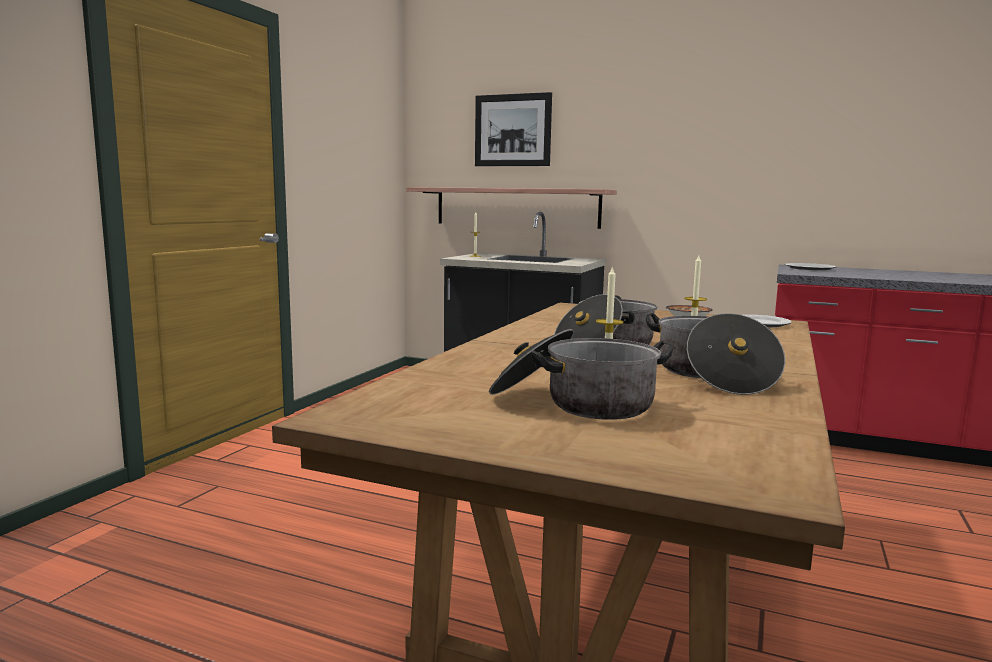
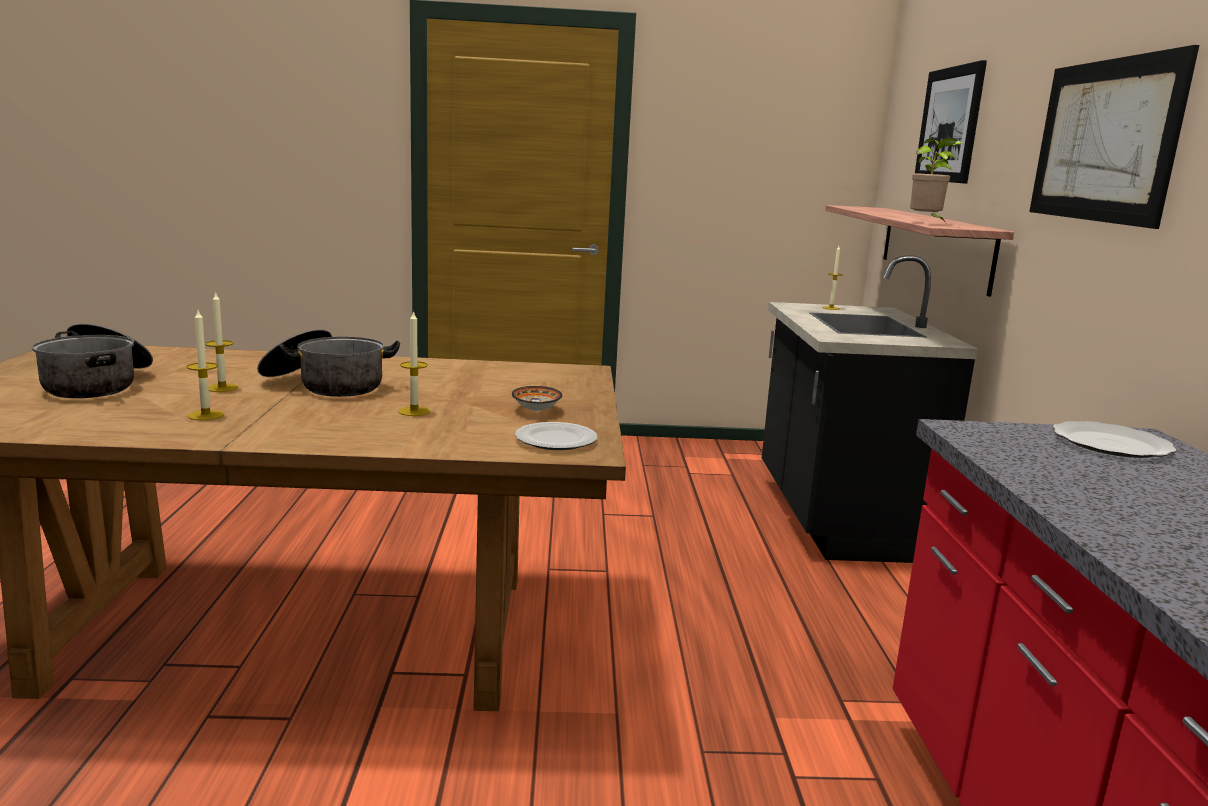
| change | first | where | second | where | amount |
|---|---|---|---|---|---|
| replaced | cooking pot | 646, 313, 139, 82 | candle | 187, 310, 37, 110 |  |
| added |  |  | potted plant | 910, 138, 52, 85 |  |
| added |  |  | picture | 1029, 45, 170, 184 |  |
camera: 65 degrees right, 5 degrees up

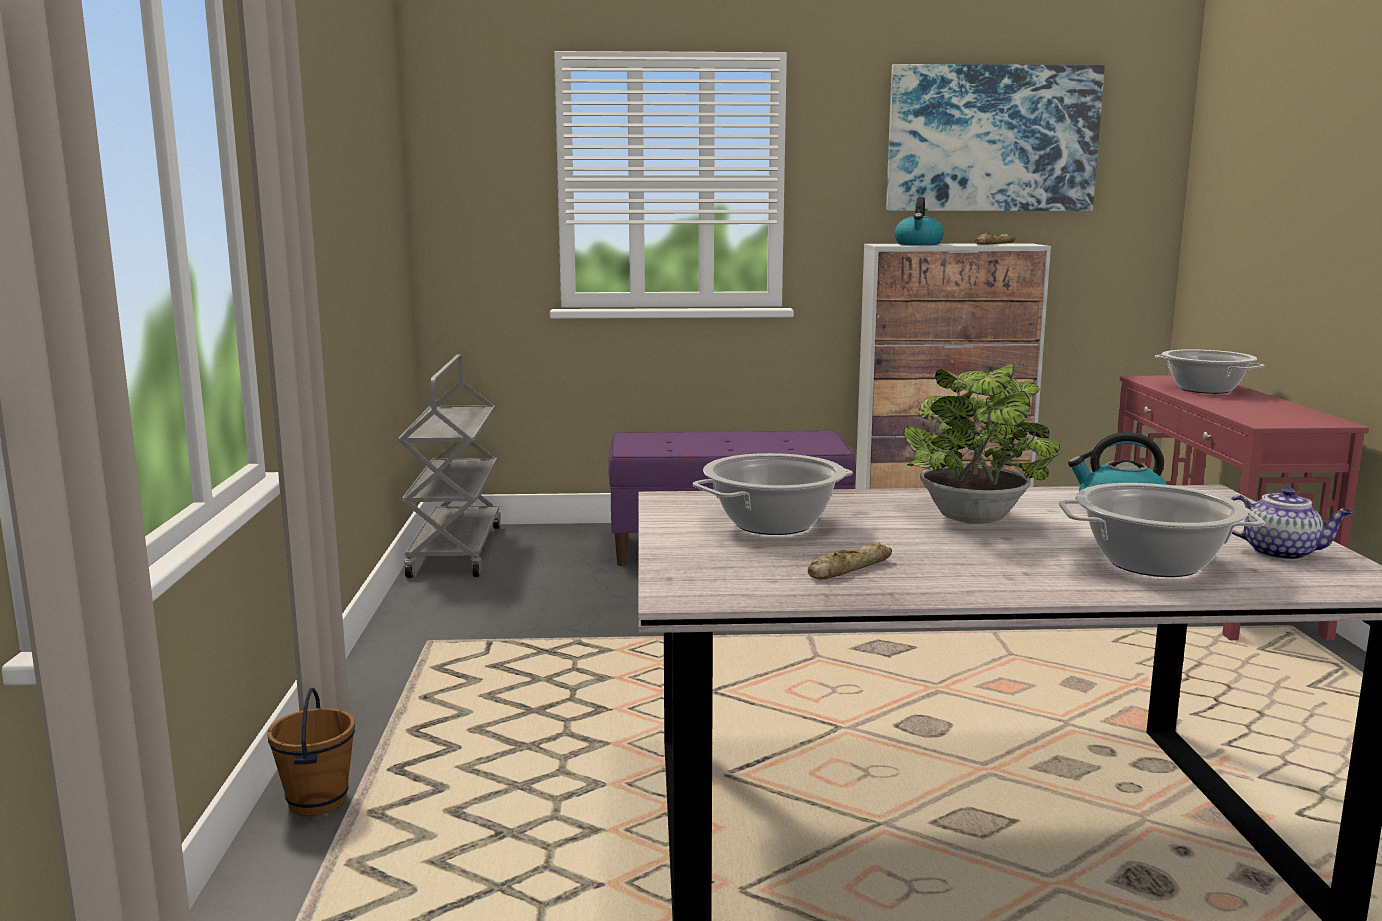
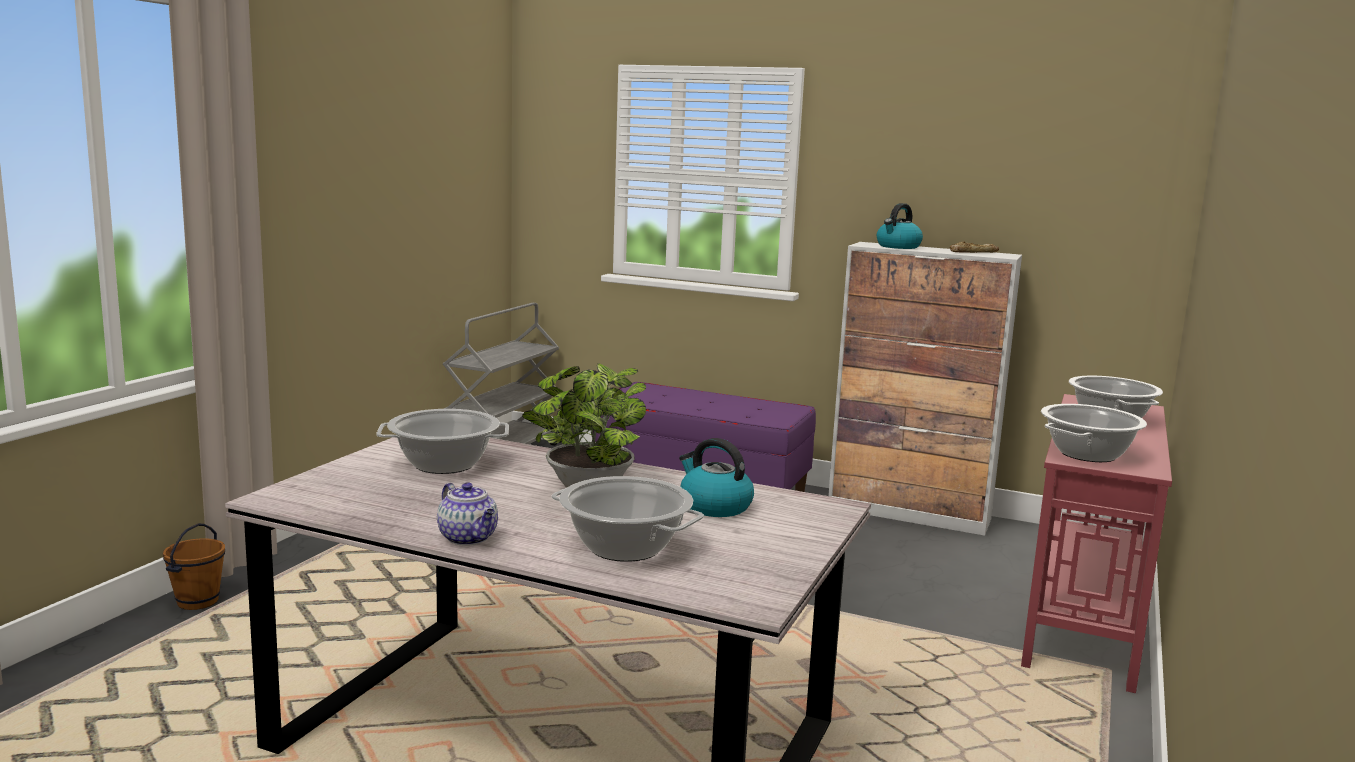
| change | first | where | second | where | amount |
|---|---|---|---|---|---|
| removed | bread | 808, 543, 84, 36 |  |  |  |
| removed | picture | 886, 64, 219, 147 |  |  |  |
| moved | teapot | 1230, 487, 122, 73 |  | 437, 482, 61, 64 |  |
| added |  |  | cooking pot | 1041, 404, 106, 58 |  |
camera: 25 degrees right, 0 degrees up

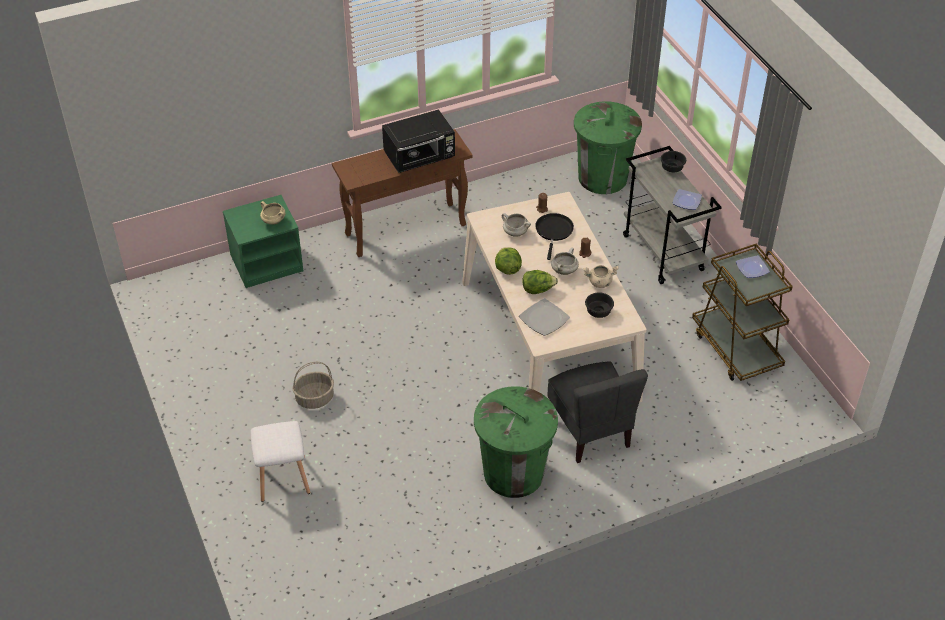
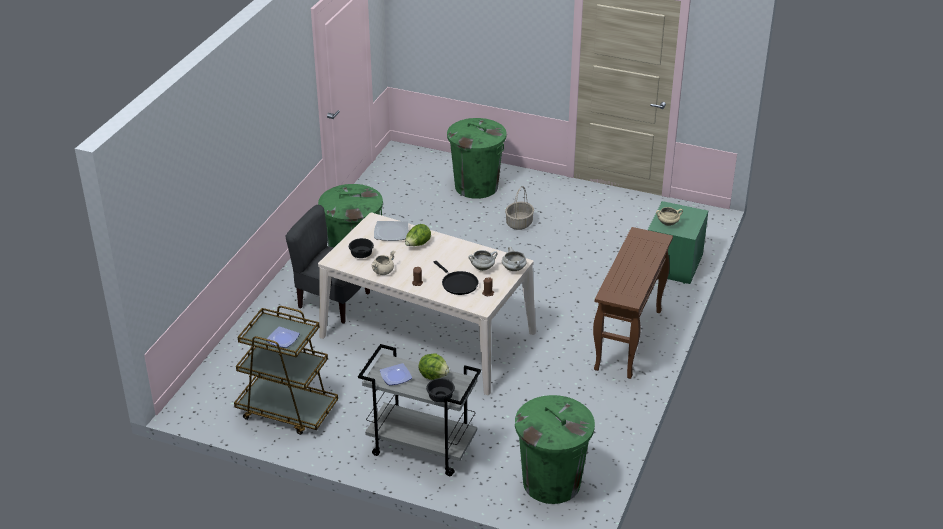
| change | first | where | second | where | amount |
|---|---|---|---|---|---|
| replaced | stool in white | 251, 421, 59, 81 | trash can in green | 447, 118, 60, 81 |  |
| removed | microwave in black | 382, 109, 73, 64 |  |  |  |
| moved | lettuce | 495, 247, 27, 28 |  | 418, 353, 31, 27 |  |
| moved | cooking pot in white | 551, 248, 28, 27 |  | 502, 247, 25, 24 |  |
camera: 135 degrees right, 10 degrees down

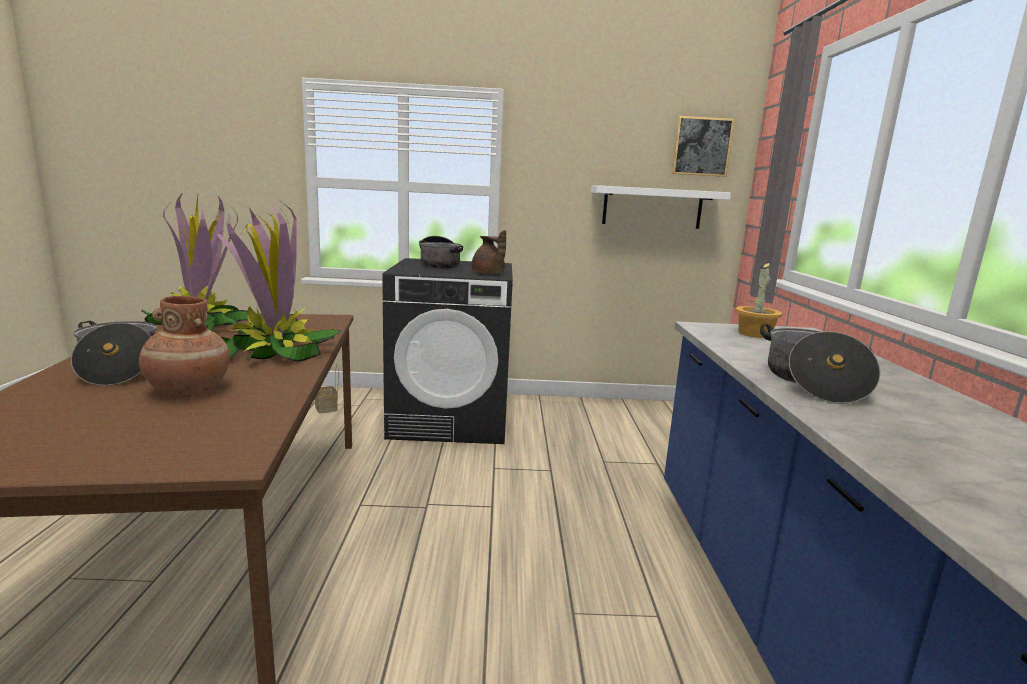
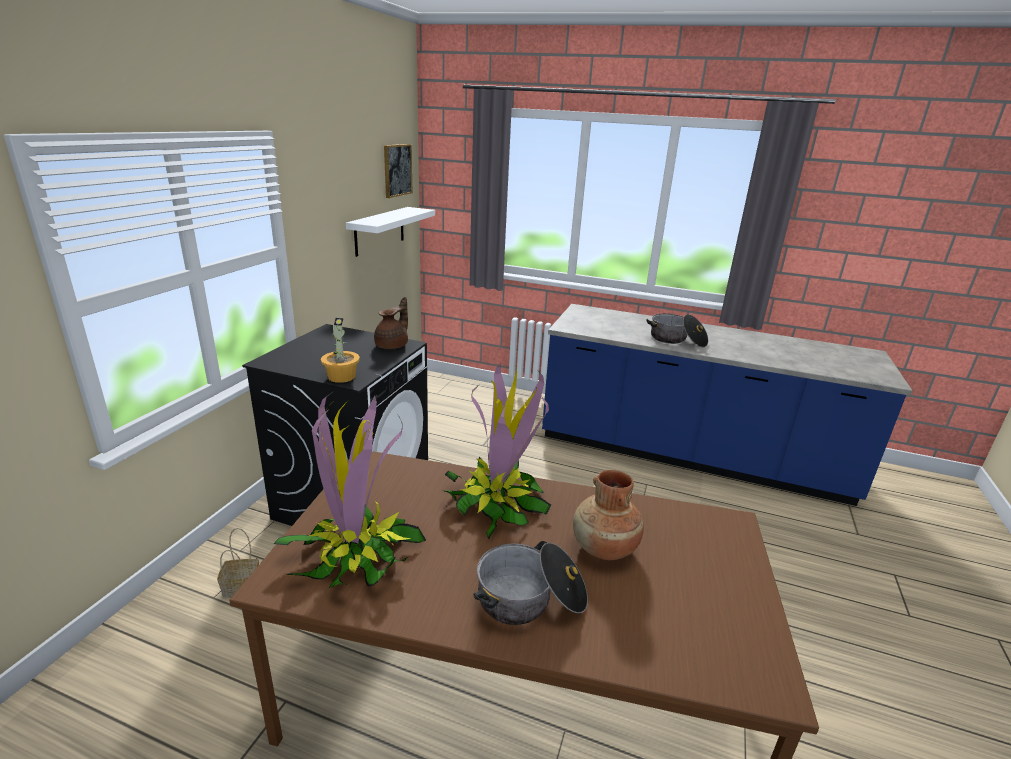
| change | first | where | second | where | amount |
|---|---|---|---|---|---|
| removed | cooking pot | 419, 236, 44, 33 |  |  |  |
| turned | teapot in brown | 472, 230, 34, 44 |  | 374, 297, 34, 52 | 45 degrees counterclockwise |
| moved | potted plant | 735, 262, 48, 76 |  | 321, 318, 39, 65 |  |
camera: 70 degrees left, 10 degrees up

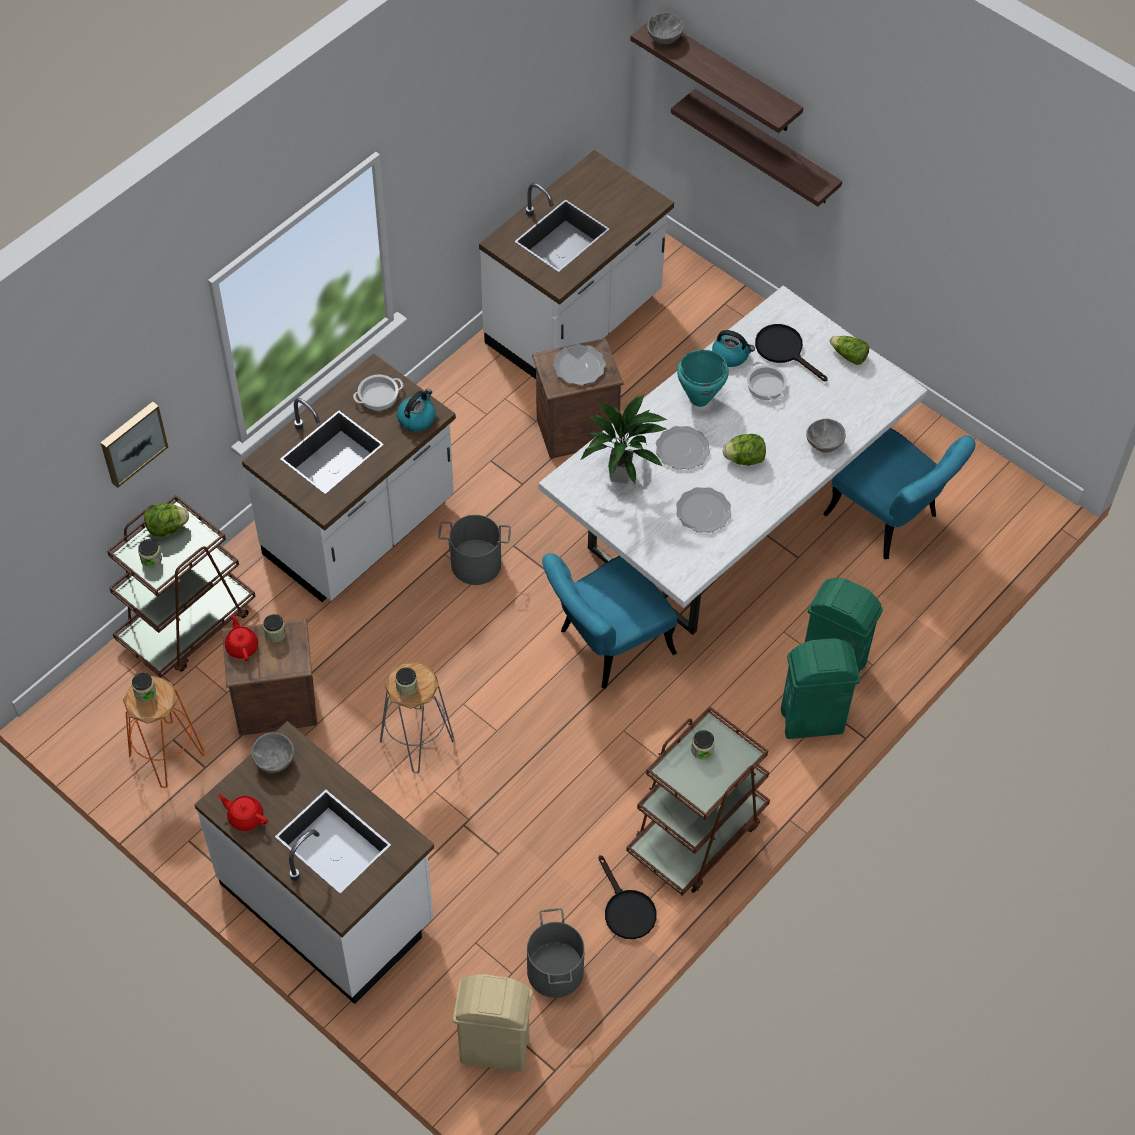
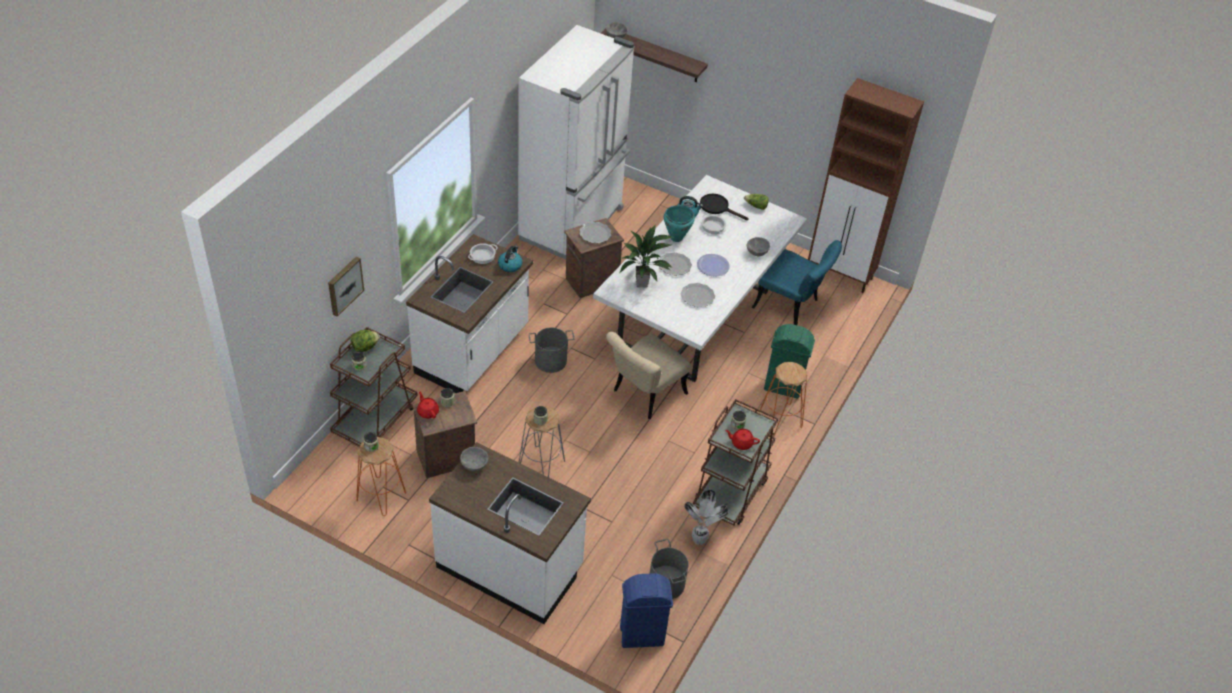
| change | first | where | second | where | amount |
|---|---|---|---|---|---|
| moved | teapot in red | 217, 794, 51, 37 |  | 725, 429, 35, 21 |  |
| recoloured | trash can in beige | 453, 974, 79, 98 | trash can in blue | 620, 573, 53, 75 |  |
| replaced | counter in white | 479, 150, 195, 229 | fridge in white | 518, 25, 116, 234 |  |
| recoloured | chair in turquoise | 542, 553, 135, 136 | chair in beige | 606, 332, 85, 87 |  |
| replaced | frying pan in black | 598, 855, 59, 84 | potted plant | 684, 490, 44, 55 |  |
| removed | shelf | 671, 89, 171, 118 |  |  |  |
| replaced | lettuce | 723, 434, 43, 32 | plate | 697, 254, 33, 23 |  |
| replaced | trash can in green | 781, 638, 79, 101 | stool in orange | 760, 362, 47, 73 |  |
| added |  |  | cabinet in brown | 808, 78, 116, 215 |  |
camera: 15 degrees left, 10 degrees down

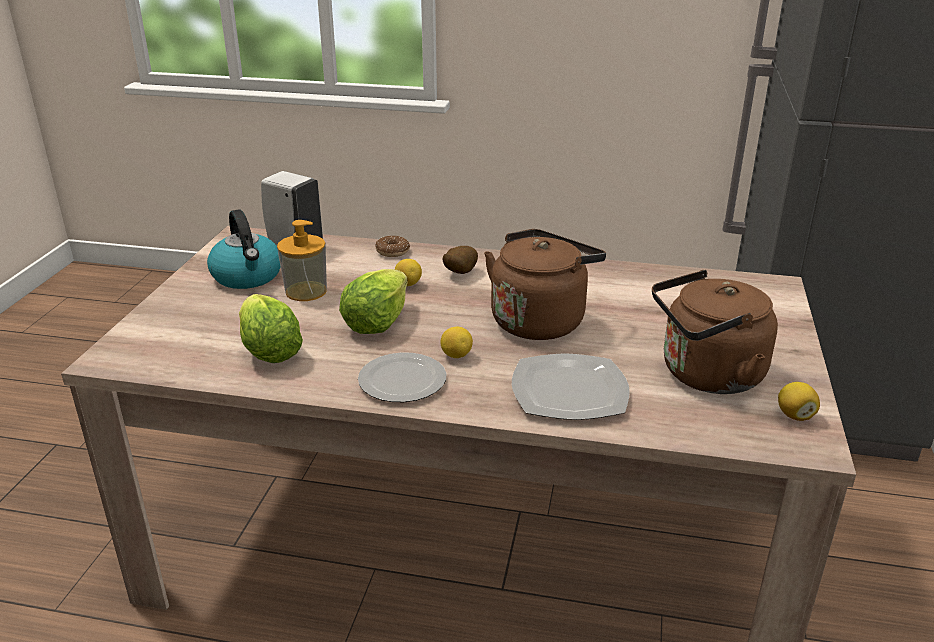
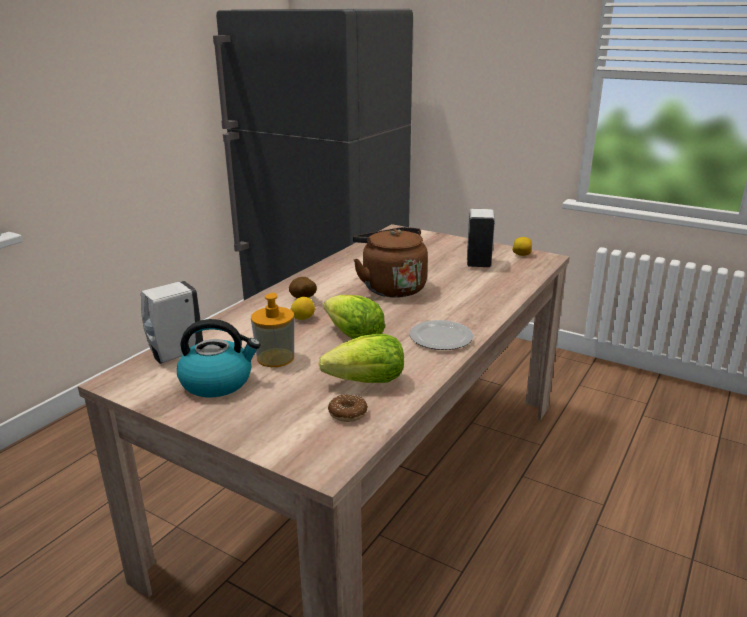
| change | first | where | second | where | amount |
|---|---|---|---|---|---|
| moved | donut | 375, 236, 35, 21 |  | 328, 394, 40, 28 |  |
| removed | lemon | 441, 327, 32, 31 |  |  |  |
| removed | plate | 512, 353, 118, 67 |  |  |  |
| replaced | kettle in brown | 652, 270, 126, 124 | soap dispenser in white | 467, 209, 28, 58 |  |
camera: 70 degrees left, 5 degrees down

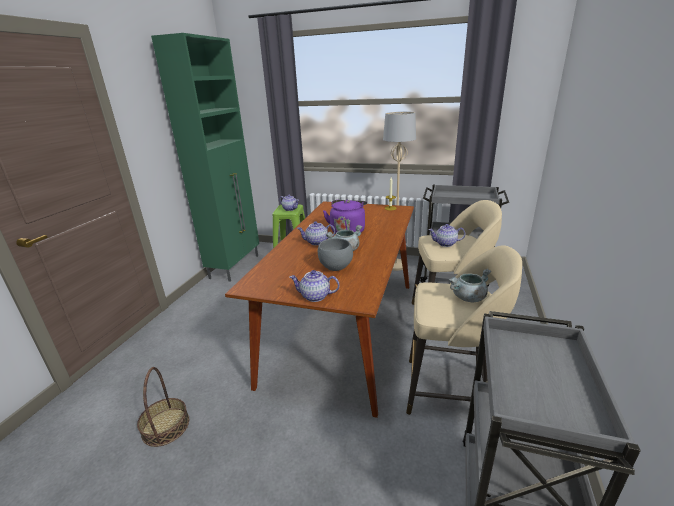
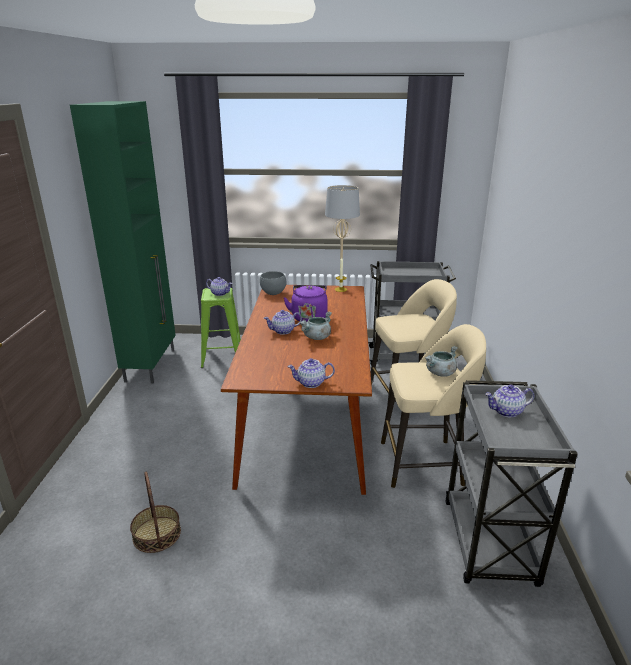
| change | first | where | second | where | amount |
|---|---|---|---|---|---|
| moved | bowl in grey | 318, 238, 35, 33 |  | 260, 271, 27, 24 |  |
| moved | teapot | 429, 224, 36, 23 |  | 485, 384, 49, 33 |  |
camera: 15 degrees left, 0 degrees up

